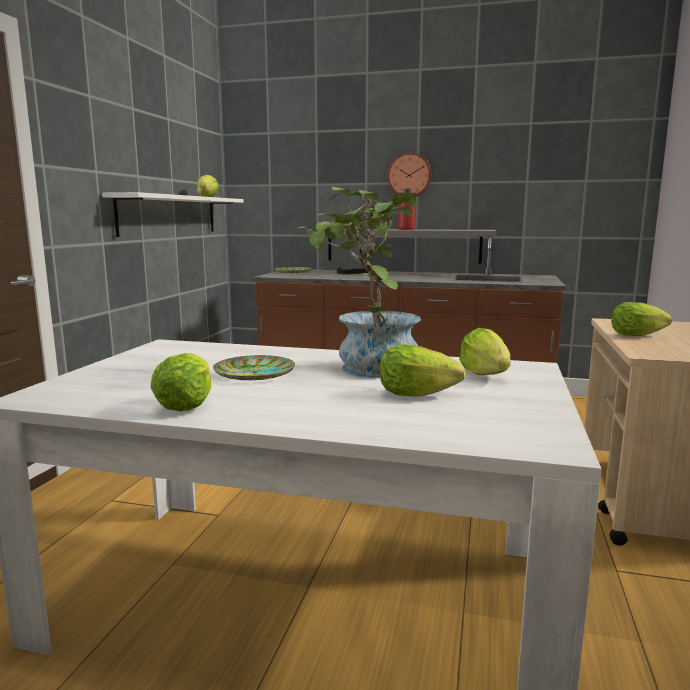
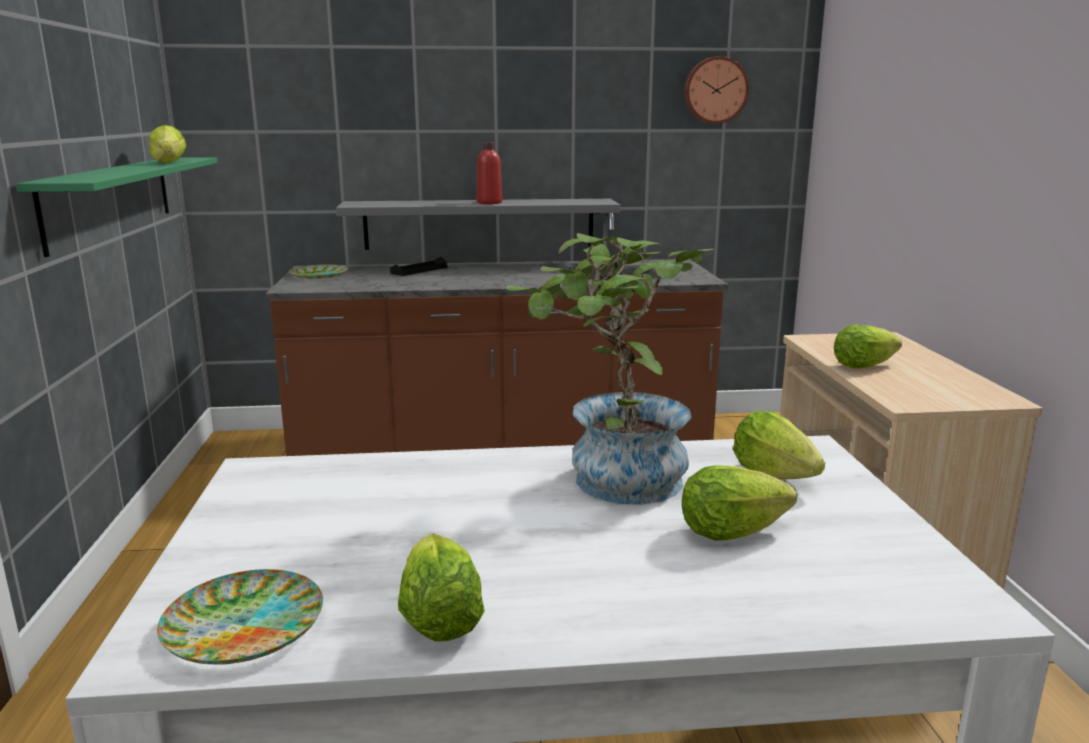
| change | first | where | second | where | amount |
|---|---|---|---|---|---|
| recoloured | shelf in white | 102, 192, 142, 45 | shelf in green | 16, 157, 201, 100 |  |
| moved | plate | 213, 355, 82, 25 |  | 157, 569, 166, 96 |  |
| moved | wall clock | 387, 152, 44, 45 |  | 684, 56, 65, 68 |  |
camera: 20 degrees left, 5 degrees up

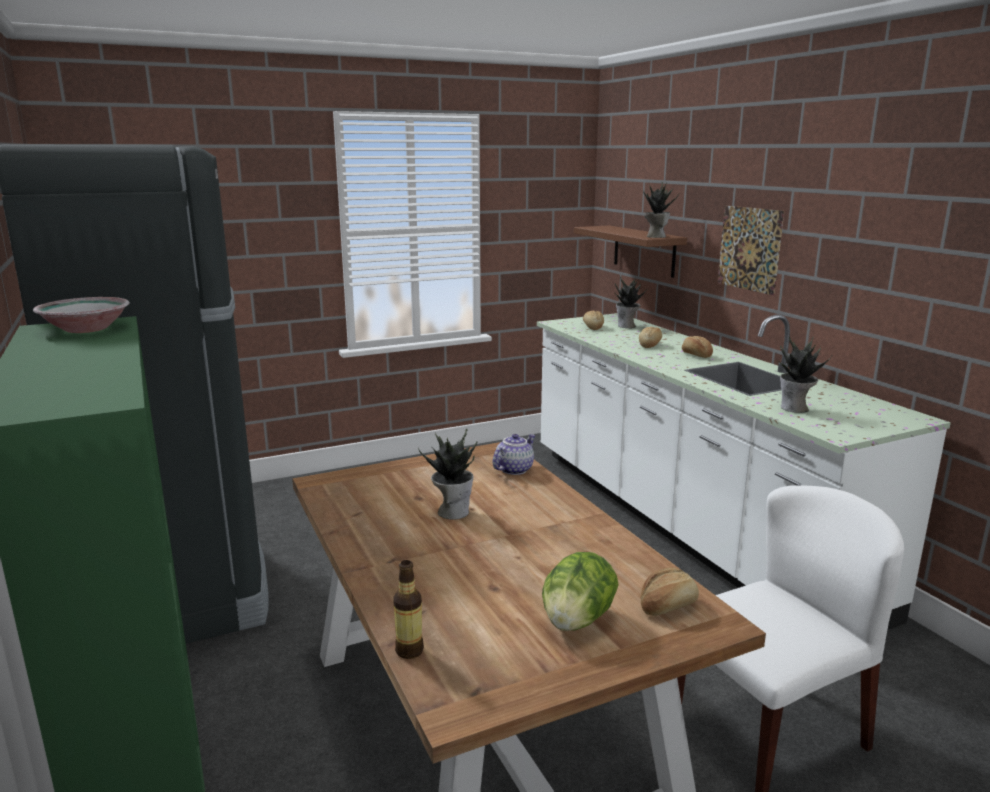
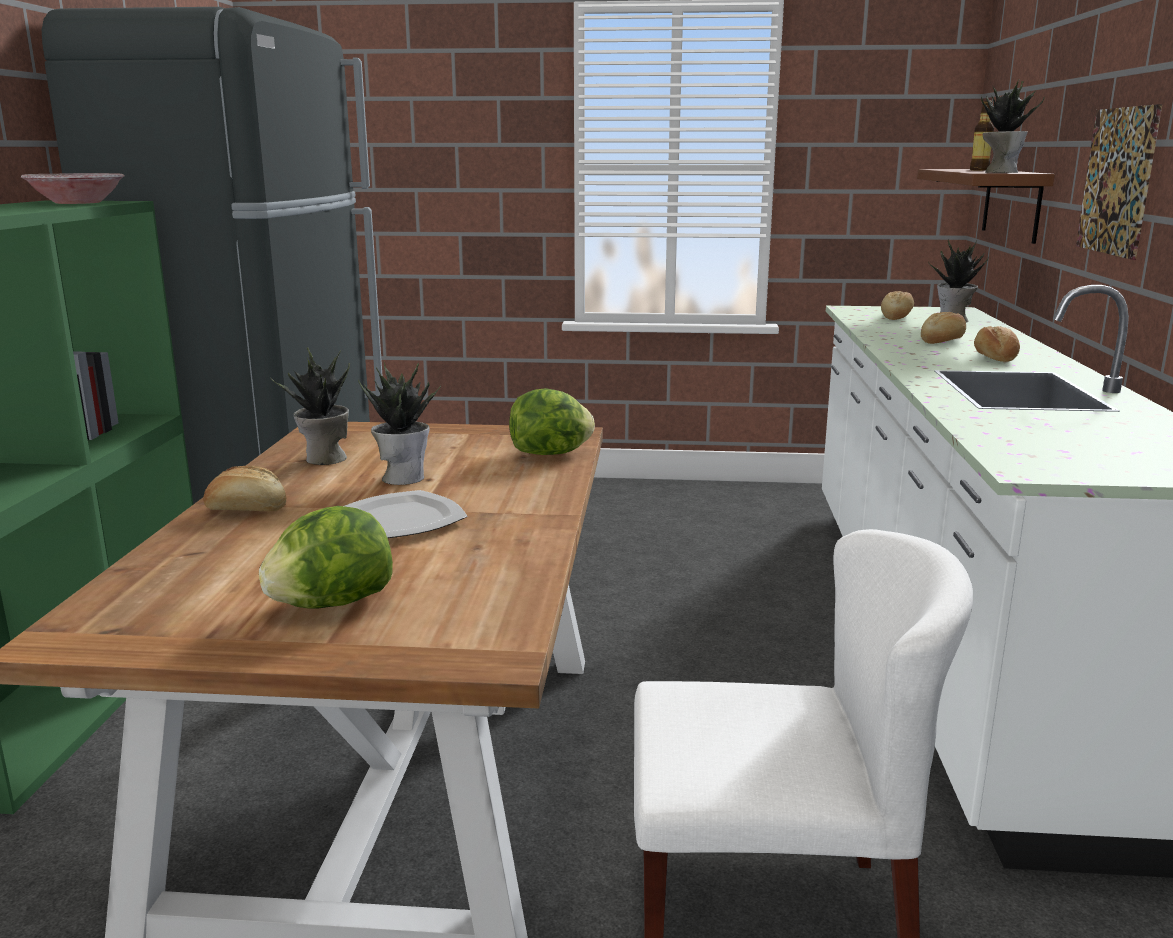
| change | first | where | second | where | amount |
|---|---|---|---|---|---|
| moved | bottle | 393, 560, 31, 99 |  | 970, 100, 24, 70 |  |
| replaced | teapot | 492, 434, 43, 41 | lettuce | 509, 388, 86, 67 |  |
| moved | bread | 641, 568, 58, 48 |  | 203, 466, 84, 45 |  |
| moved | potted plant | 778, 336, 55, 77 |  | 272, 347, 78, 118 |  |
| added |  |  | plate | 344, 490, 123, 48 |  |
camera: 30 degrees right, 0 degrees up

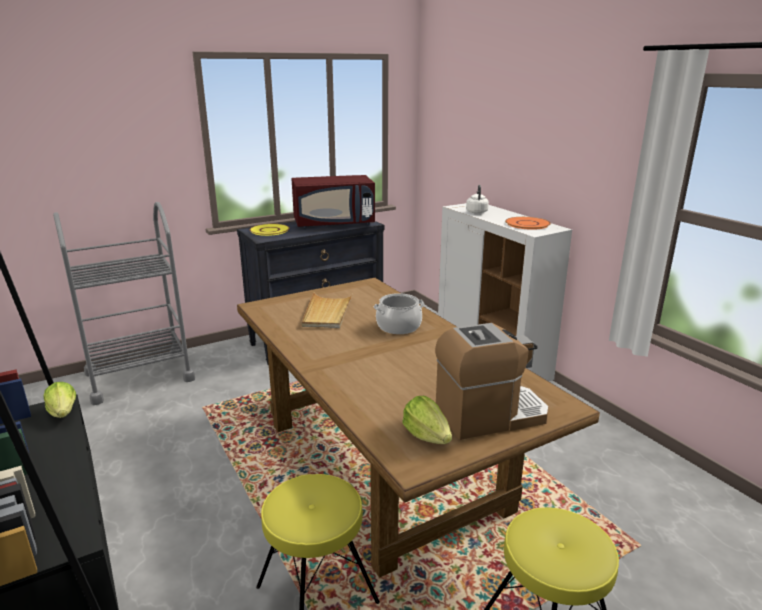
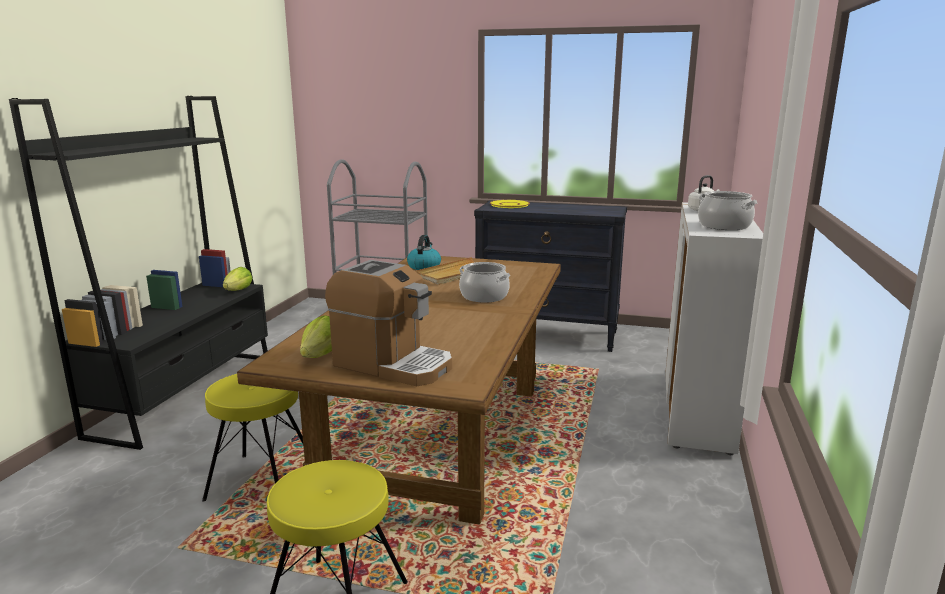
| change | first | where | second | where | amount |
|---|---|---|---|---|---|
| removed | microwave in red | 292, 175, 83, 53 |  |  |  |
| replaced | plate in orange | 505, 217, 46, 13 | cooking pot | 698, 191, 60, 39 |  |
| added |  |  | kettle | 407, 235, 34, 35 |  |
camera: 45 degrees right, 5 degrees down

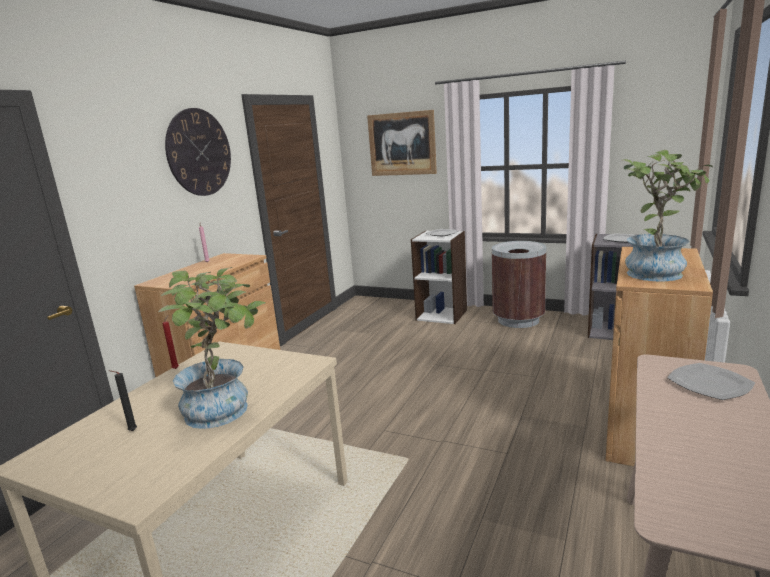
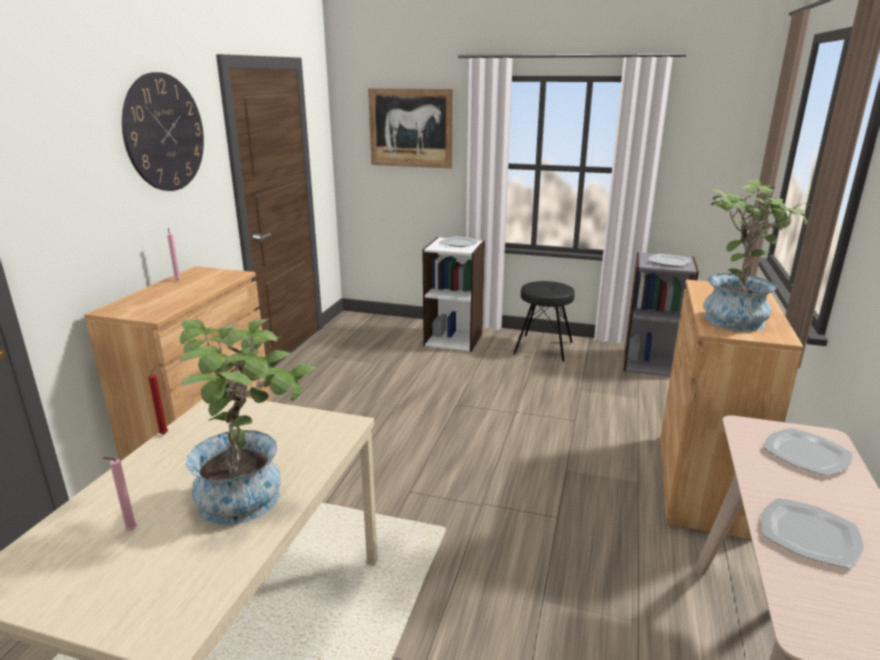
| change | first | where | second | where | amount |
|---|---|---|---|---|---|
| recoloured | candle in black | 109, 370, 28, 61 | candle in pink | 103, 457, 34, 74 |  |
| replaced | trash can in brown | 492, 241, 54, 87 | stool in black | 513, 281, 62, 81 |  |
| added |  |  | plate | 761, 498, 103, 70 |  |
camera: 10 degrees left, 5 degrees up

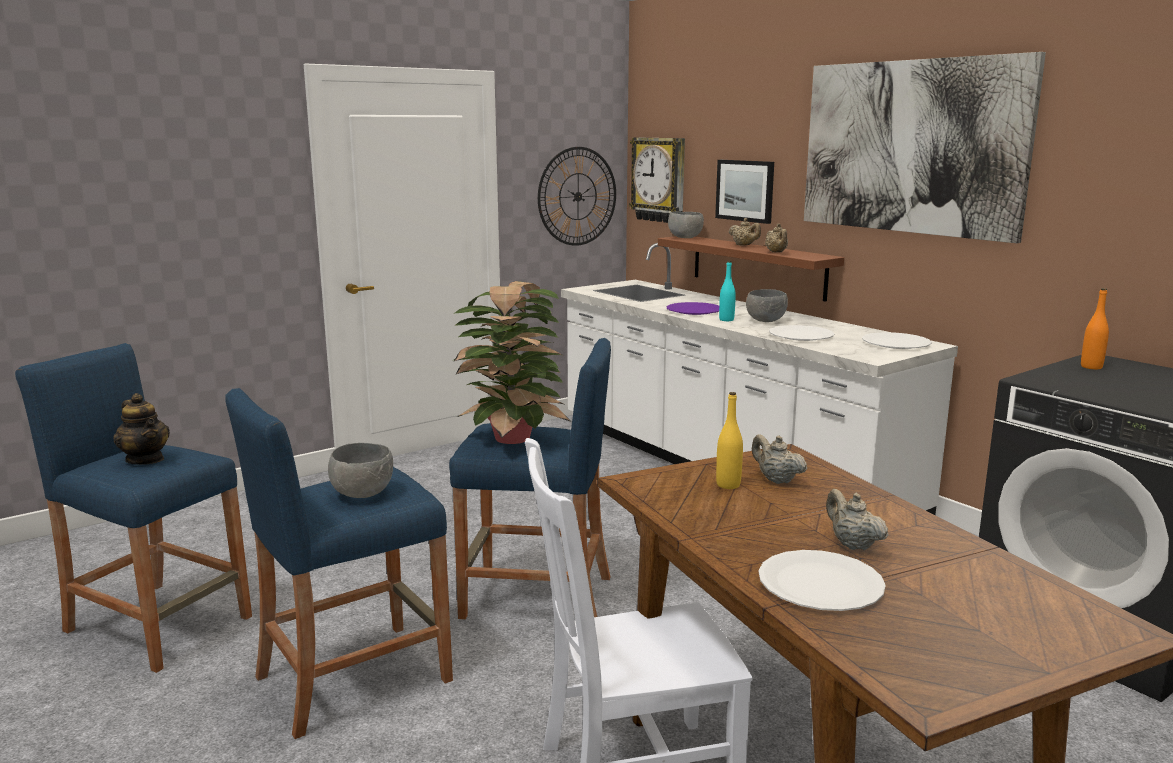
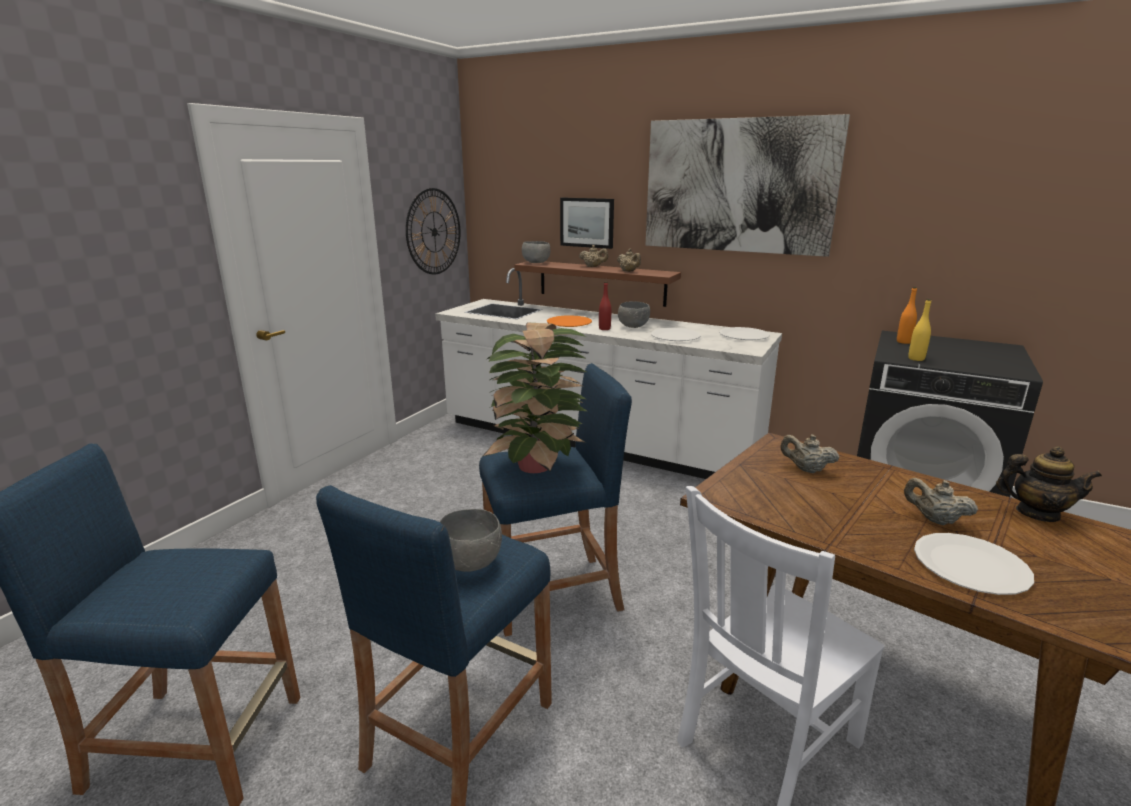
| change | first | where | second | where | amount |
|---|---|---|---|---|---|
| moved | teapot | 113, 393, 57, 72 |  | 996, 446, 106, 76 |  |
| removed | wall clock | 629, 137, 56, 86 |  |  |  |
| recoloured | plate in purple | 667, 302, 52, 13 | plate in orange | 547, 315, 45, 12 |  |
| moved | bottle in yellow | 716, 392, 27, 97 |  | 908, 299, 23, 62 |  |
| recoloured | bottle in turquoise | 719, 261, 17, 60 | bottle in red | 599, 282, 12, 48 |  |
camera: 25 degrees left, 5 degrees up

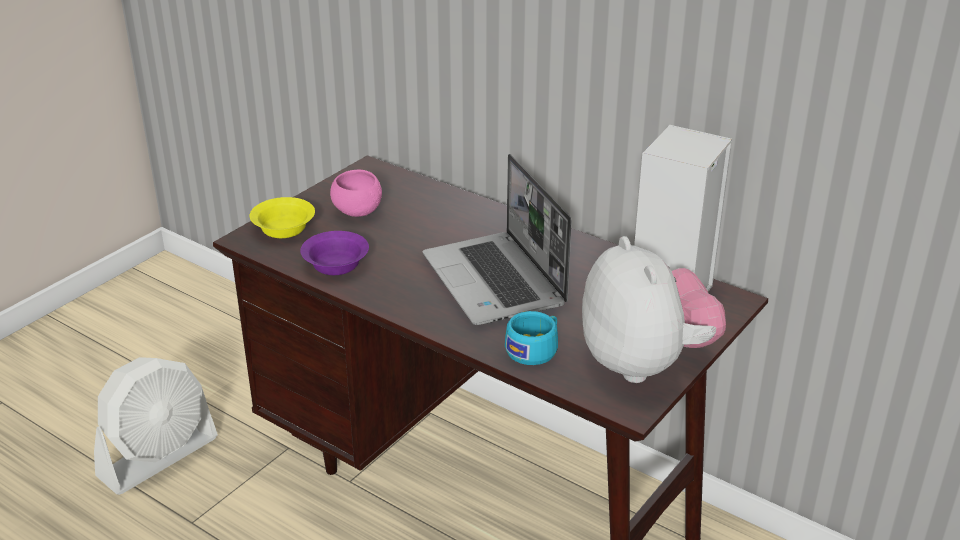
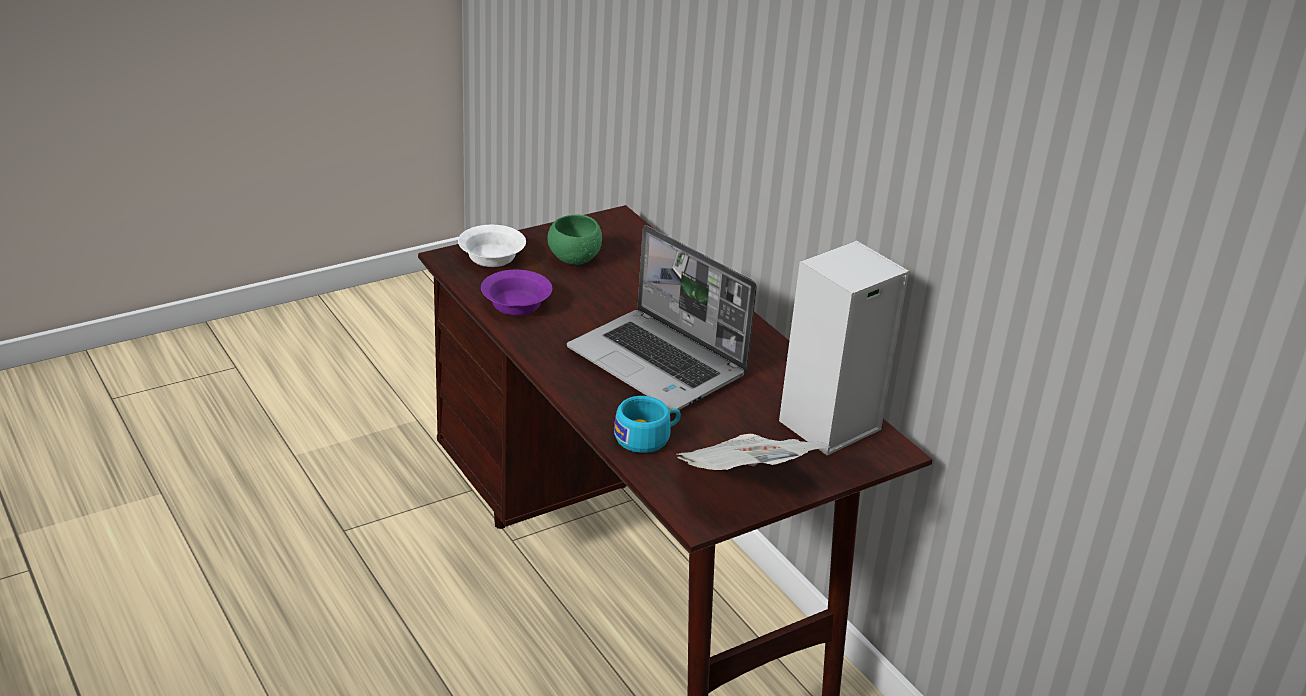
| change | first | where | second | where | amount |
|---|---|---|---|---|---|
| removed | fan in white | 94, 357, 124, 138 |  |  |  |
| recoloured | bowl in yellow | 250, 197, 65, 41 | bowl in white | 458, 225, 68, 42 |  |
| recoloured | bowl in pink | 330, 169, 52, 48 | bowl in green | 547, 215, 55, 50 |  |
| turned | laptop | 422, 154, 150, 171 |  | 567, 225, 190, 185 | 45 degrees counterclockwise |
| replaced | plush toy | 582, 236, 144, 147 | newspaper | 677, 434, 152, 36 |  |
camera: 20 degrees right, 0 degrees up

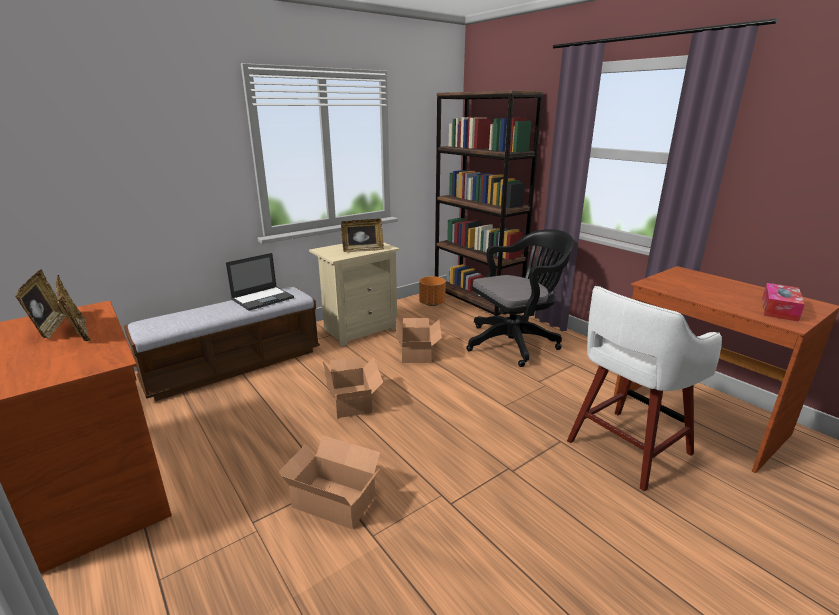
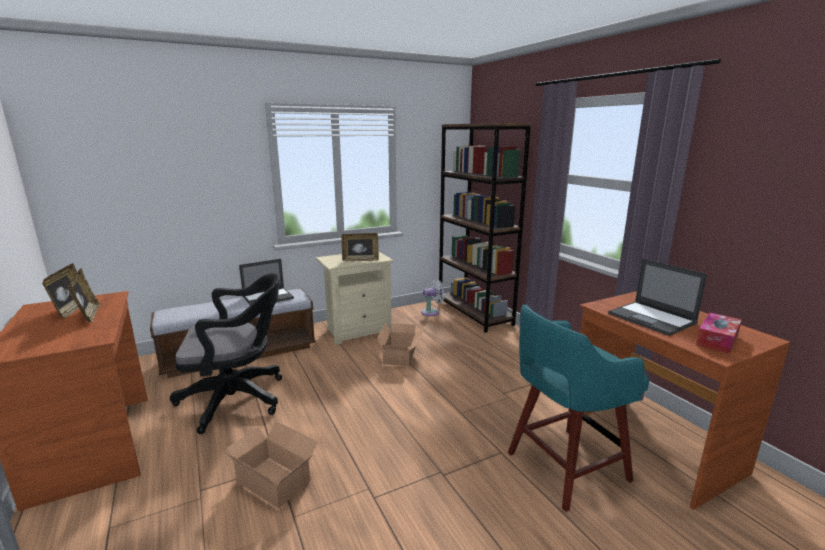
| change | first | where | second | where | amount |
|---|---|---|---|---|---|
| removed | cardboard box | 323, 357, 60, 61 |  |  |  |
| replaced | planter in orange | 419, 276, 27, 30 | fan in white | 421, 279, 24, 37 |  |
| moved | office chair in black | 466, 229, 107, 138 |  | 170, 273, 112, 161 |  |
| recoloured | stool in white | 567, 286, 155, 205 | stool in turquoise | 508, 304, 141, 208 |  |
| added |  |  | laptop | 608, 259, 99, 77 |  |
camera: 10 degrees right, 5 degrees down

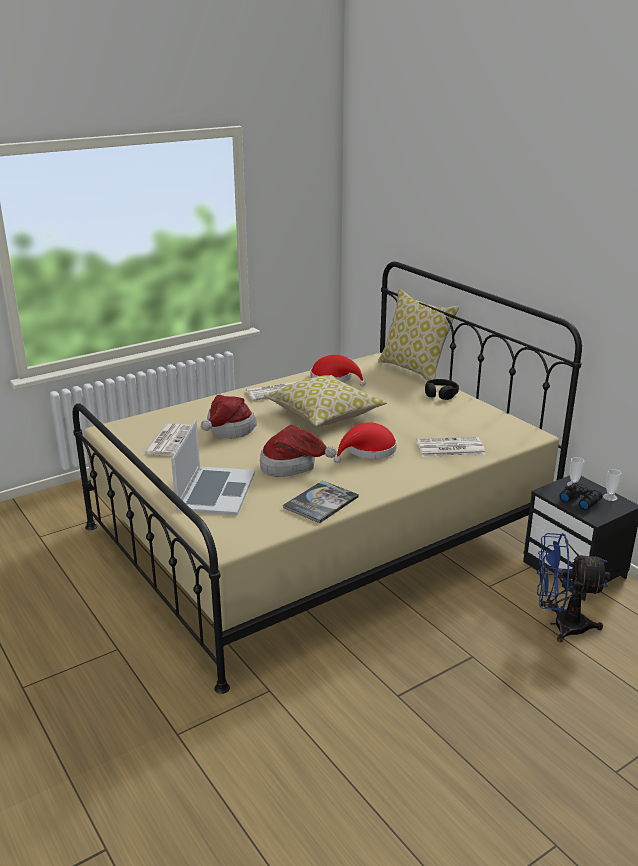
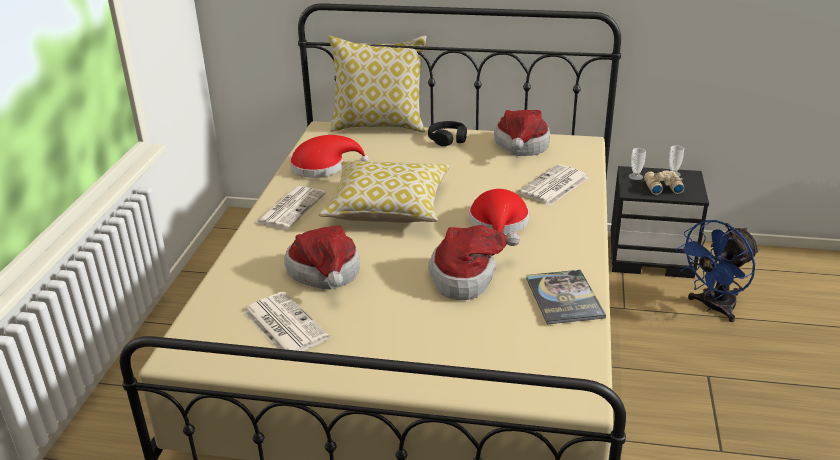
| change | first | where | second | where | amount |
|---|---|---|---|---|---|
| removed | laptop | 171, 420, 84, 95 |  |  |  |
| recoloured | binoculars in black | 559, 482, 43, 28 | binoculars in beige | 644, 170, 40, 25 |  |
| added |  |  | hat | 494, 110, 56, 46 |  |
camera: 45 degrees left, 5 degrees up

